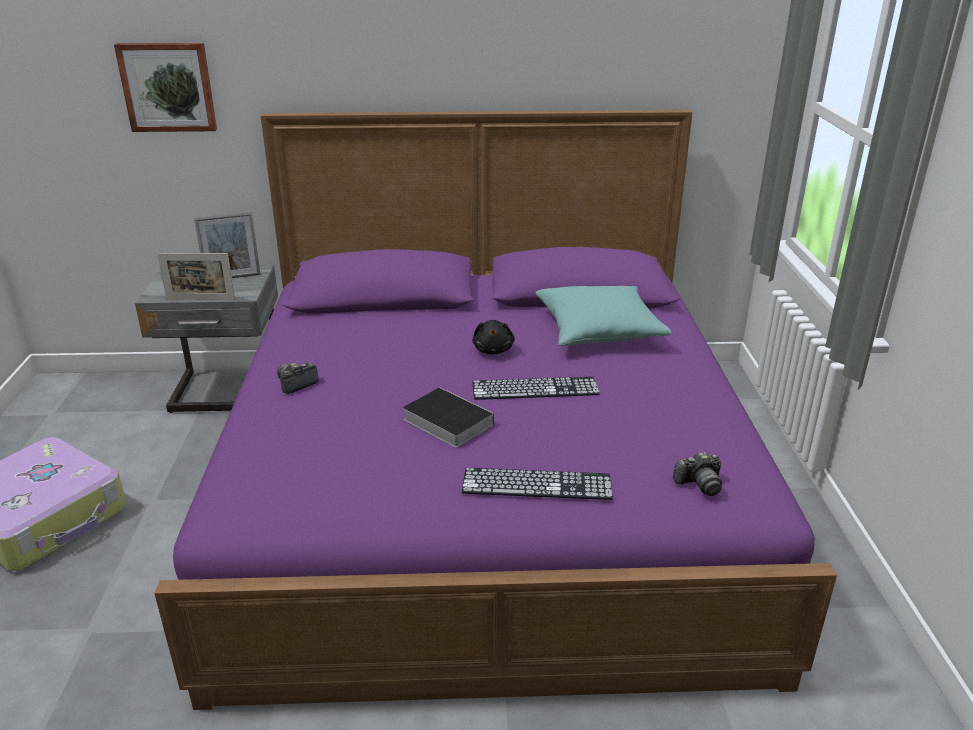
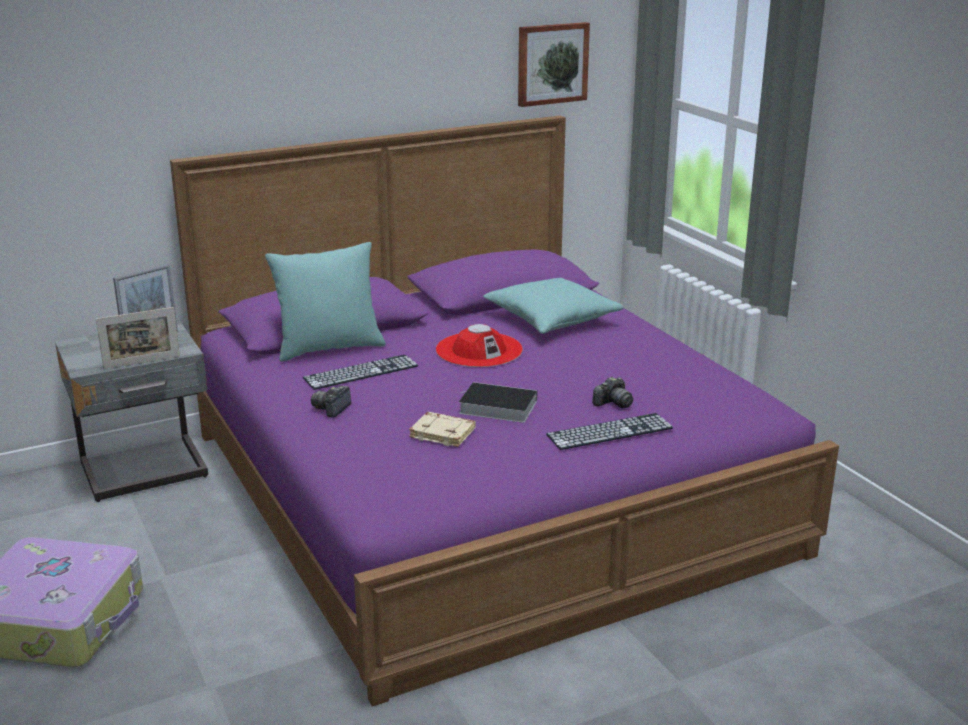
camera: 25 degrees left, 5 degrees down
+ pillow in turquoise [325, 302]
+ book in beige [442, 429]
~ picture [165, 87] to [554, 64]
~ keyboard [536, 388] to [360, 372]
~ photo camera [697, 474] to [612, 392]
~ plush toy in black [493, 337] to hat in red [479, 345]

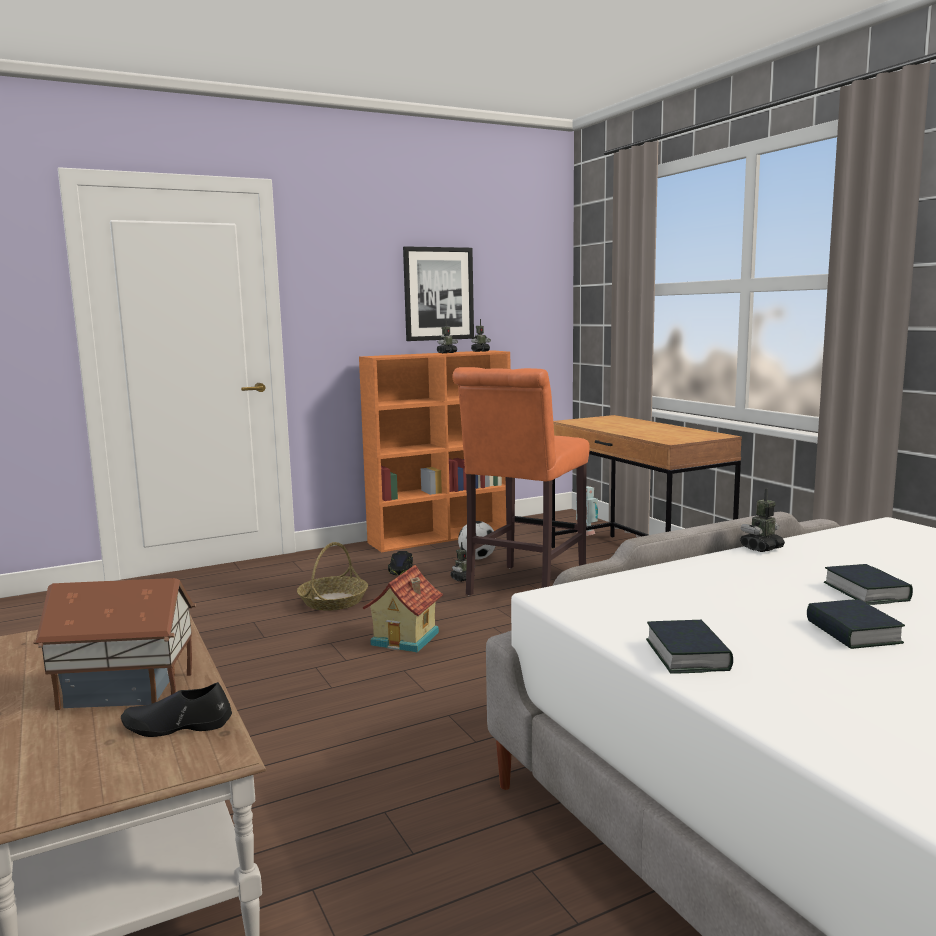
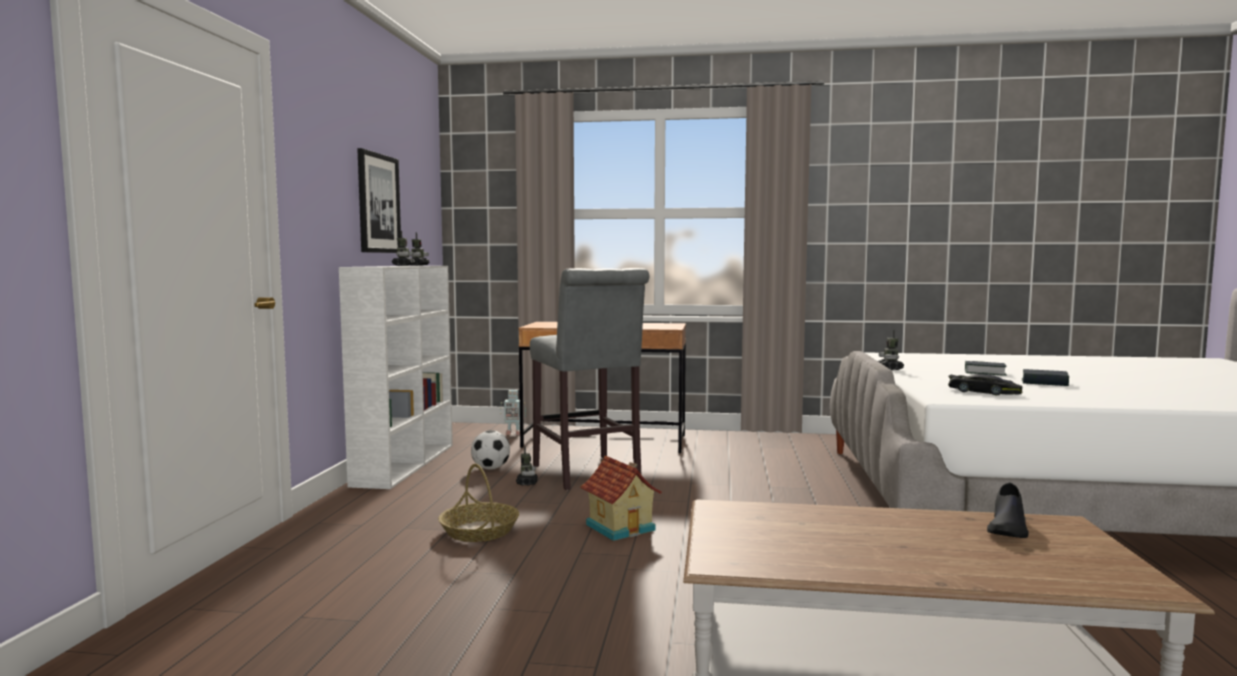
camera: 55 degrees left, 5 degrees down
- toy house [114, 644]
- book [689, 646]
~ toy car in black [400, 563] to [985, 385]
~ bookcase in orange [434, 451] to bookcase in white [396, 377]
~ stool in orange [520, 481] to stool in grey [589, 379]

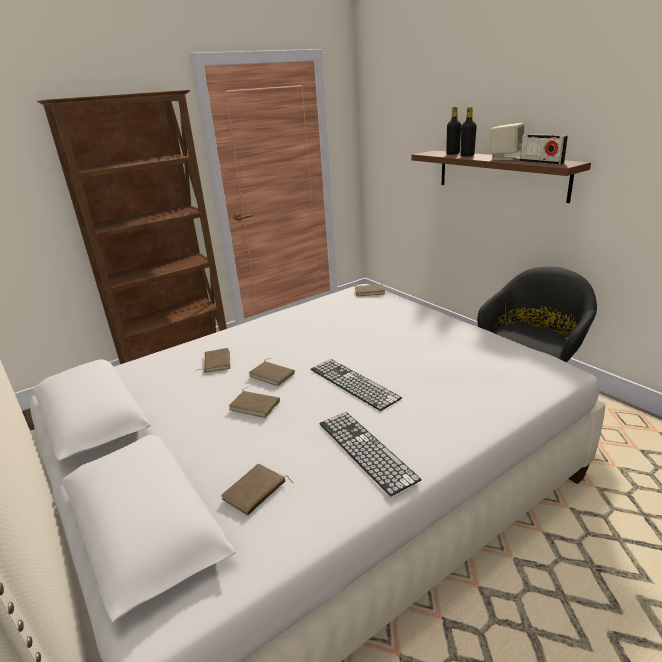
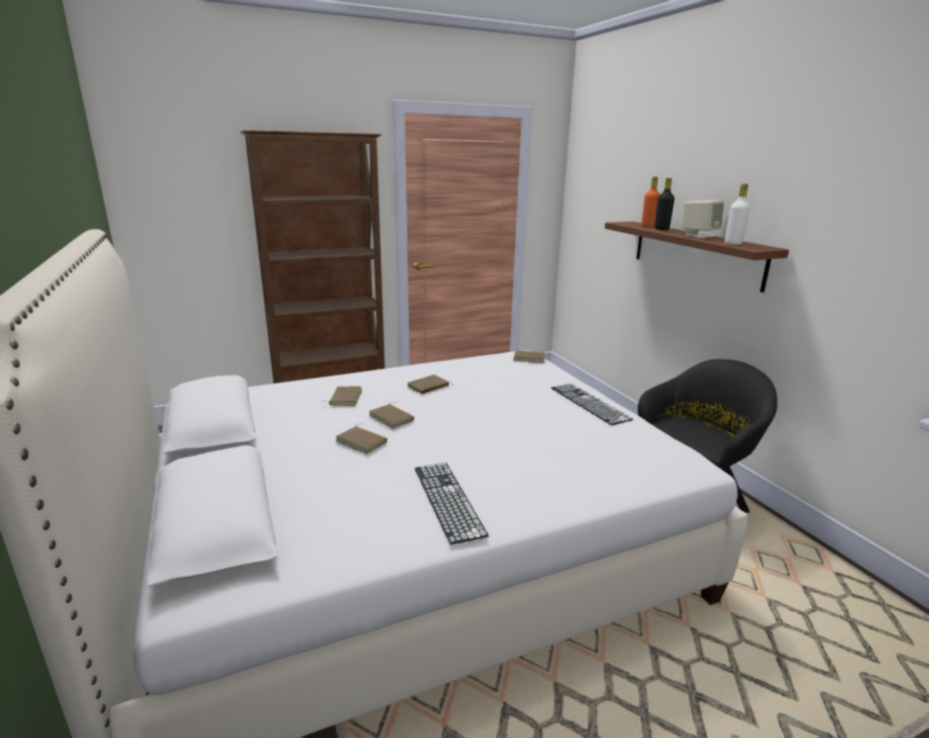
camera: 10 degrees right, 5 degrees down
~ book in brown [257, 490] to [430, 384]
~ keyboard [356, 385] to [592, 404]
~ radio [544, 149] to bottle in white [737, 214]
~ bottle in black [453, 131] to bottle in orange [651, 202]

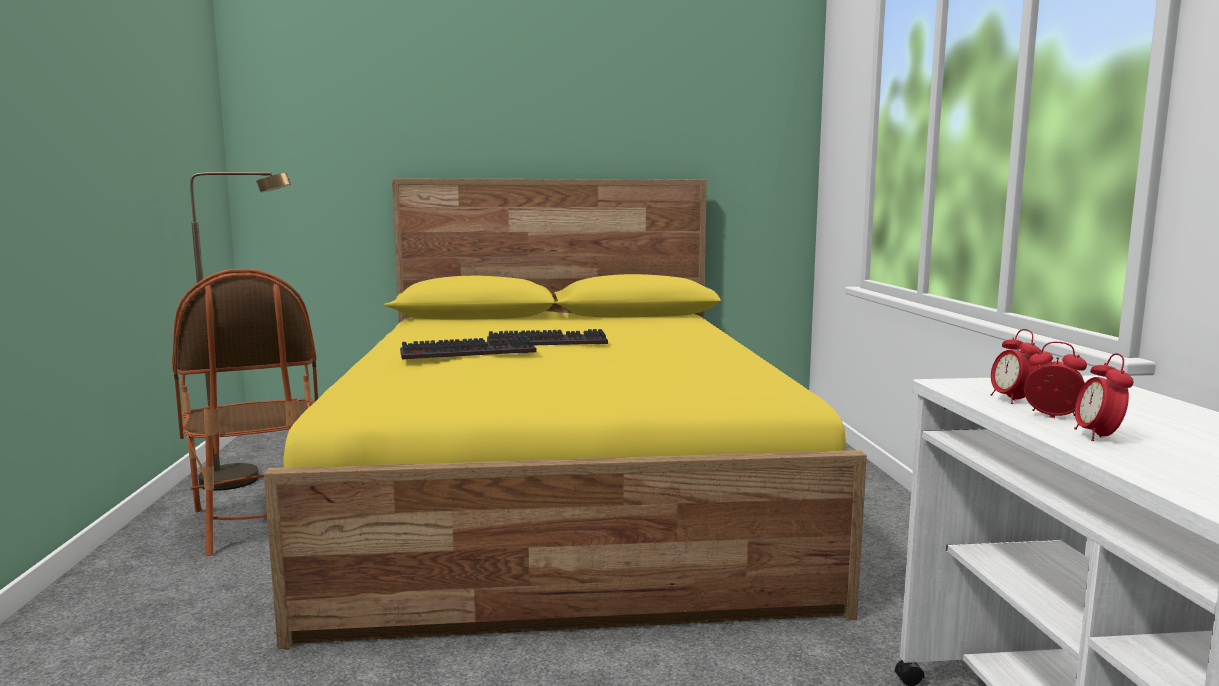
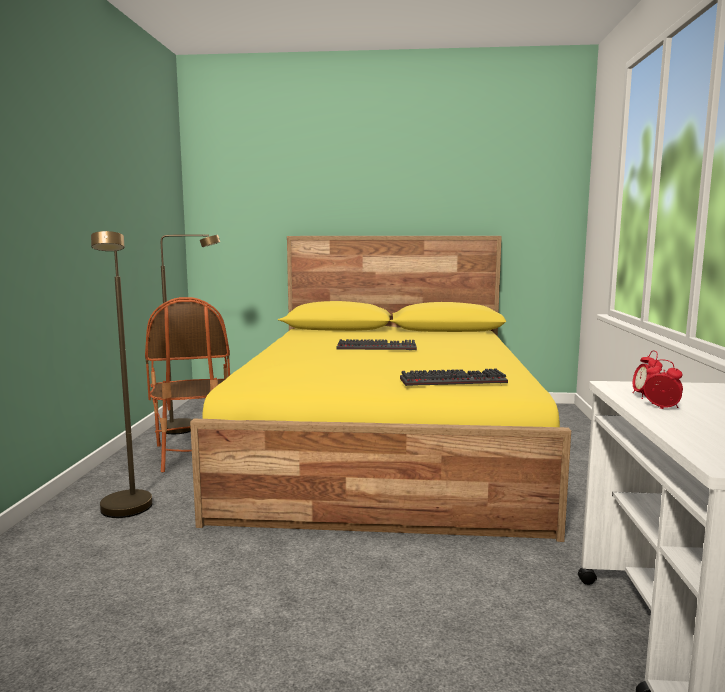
camera: 10 degrees right, 0 degrees up
- alarm clock [1104, 397]
+ floor lamp in brown [121, 374]
~ keyboard [468, 347] to [454, 377]

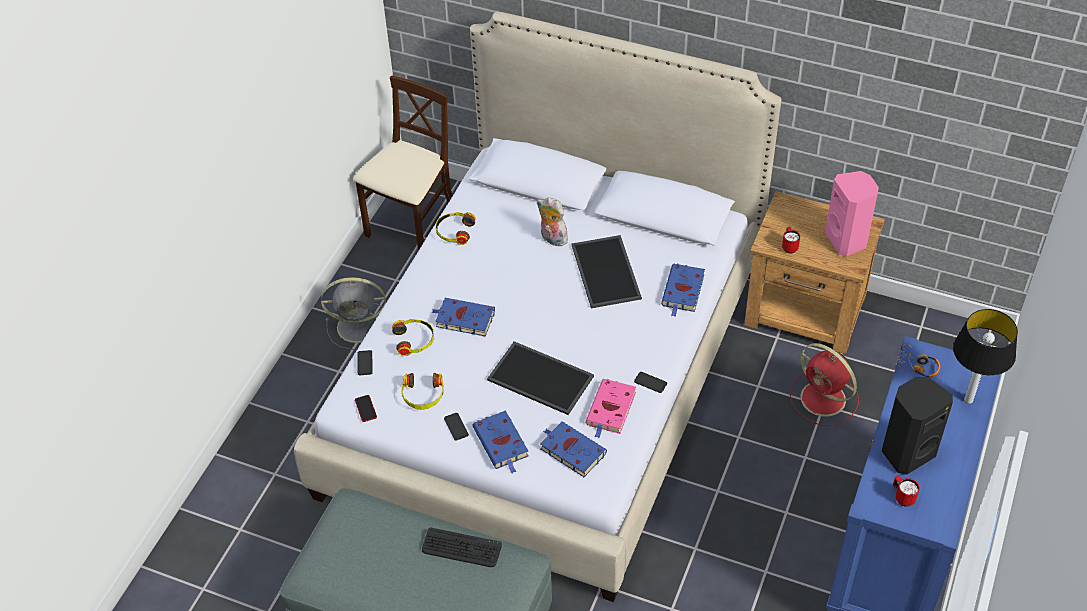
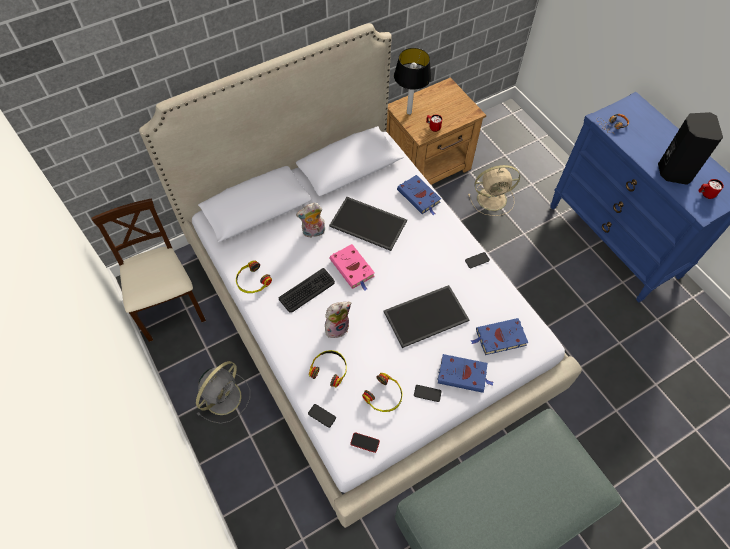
camera: 55 degrees left, 10 degrees up
- speaker in pink [852, 213]
~ keyboard [462, 547] to [307, 290]
~ book in pink [610, 408] to [352, 267]
~ table lamp [985, 356] to [412, 81]
~ book in blue [463, 317] to plush toy [338, 321]
~ fan in red [824, 384] to fan in beige [494, 190]

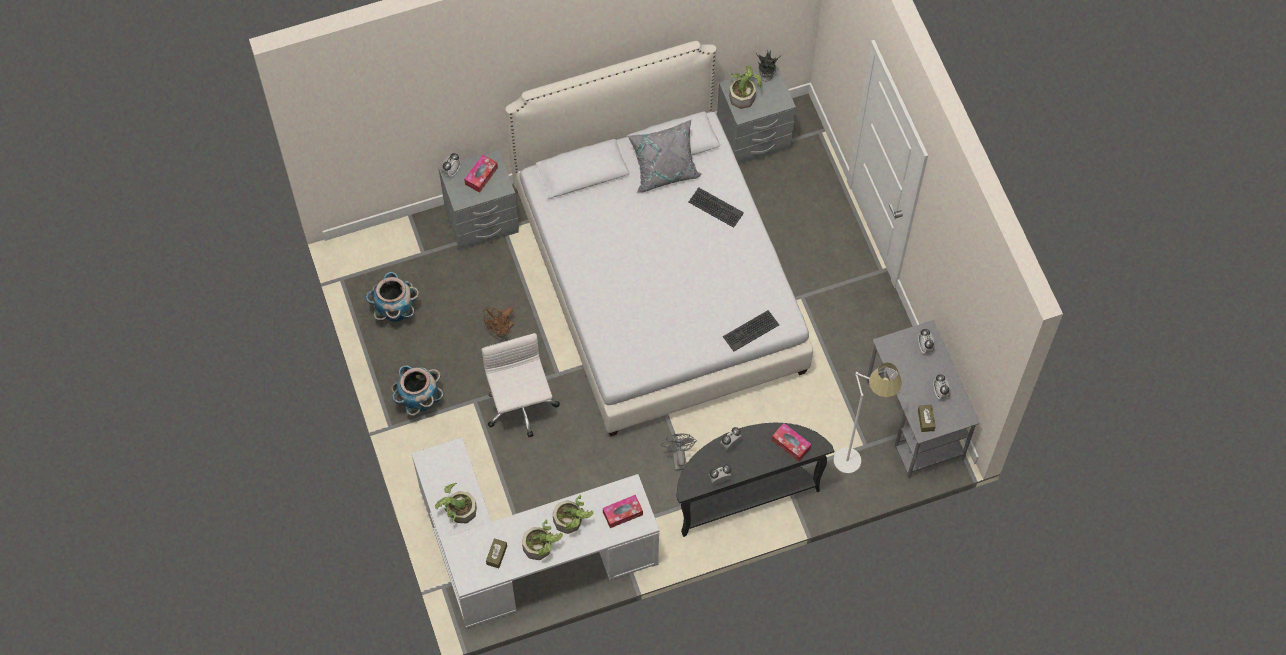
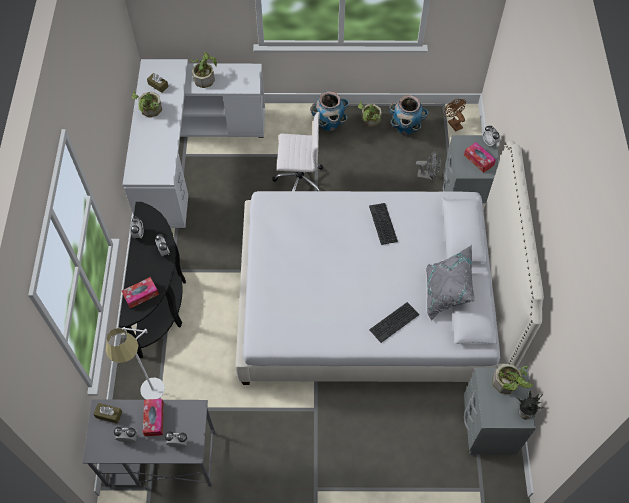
camera: 110 degrees right, 5 degrees down
~ fan in brown [498, 322] to [454, 115]
~ potted plant [573, 514] to [370, 114]
~ tissue box [623, 511] to [153, 417]
~ fan in grey [679, 452] to [428, 165]
~ keyboard [751, 330] to [383, 224]

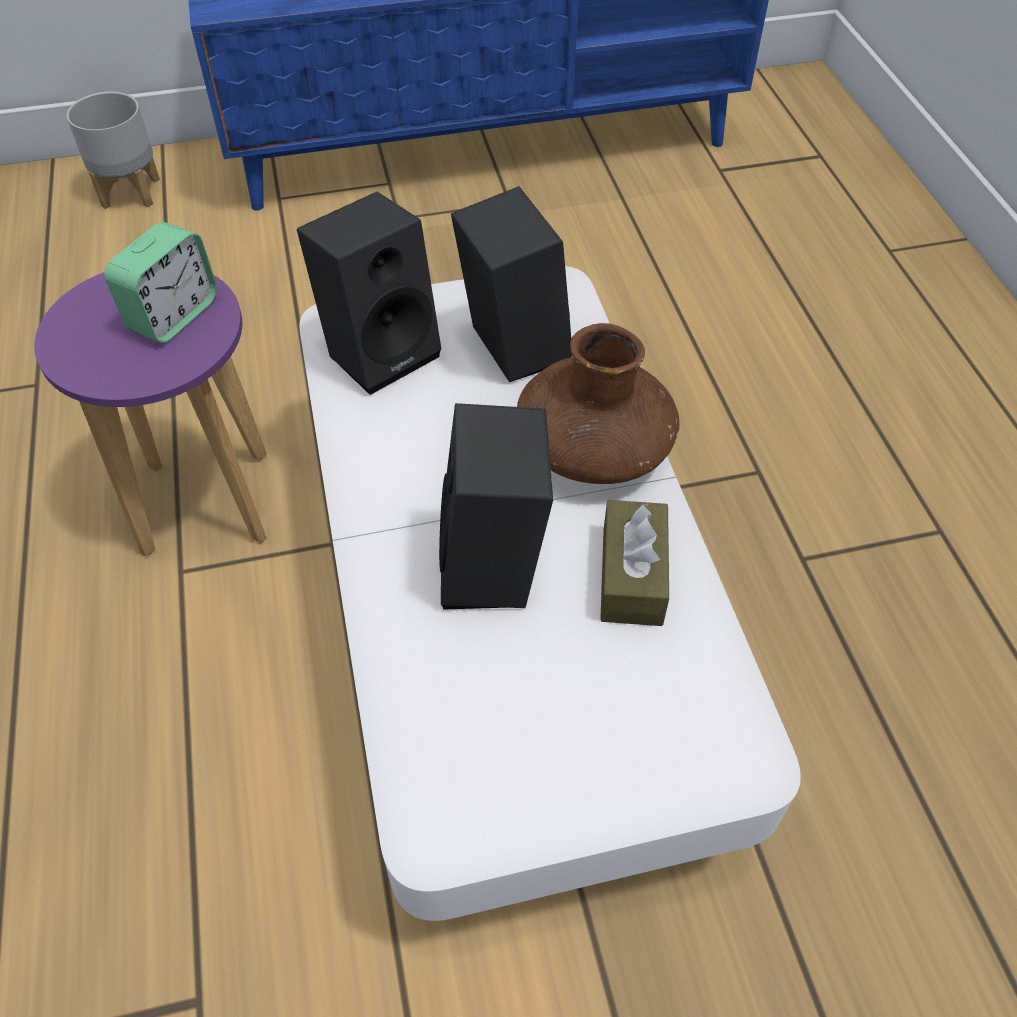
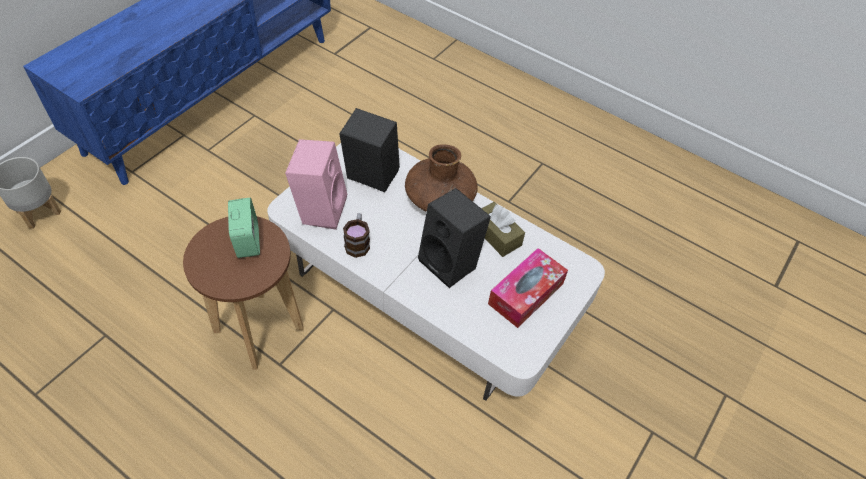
camera: 45 degrees left, 0 degrees up
+ mug [356, 235]
+ tissue box [528, 288]
~ stool in purple [150, 414] to stool in brown [243, 293]
~ speaker in black [369, 293] to speaker in pink [316, 184]

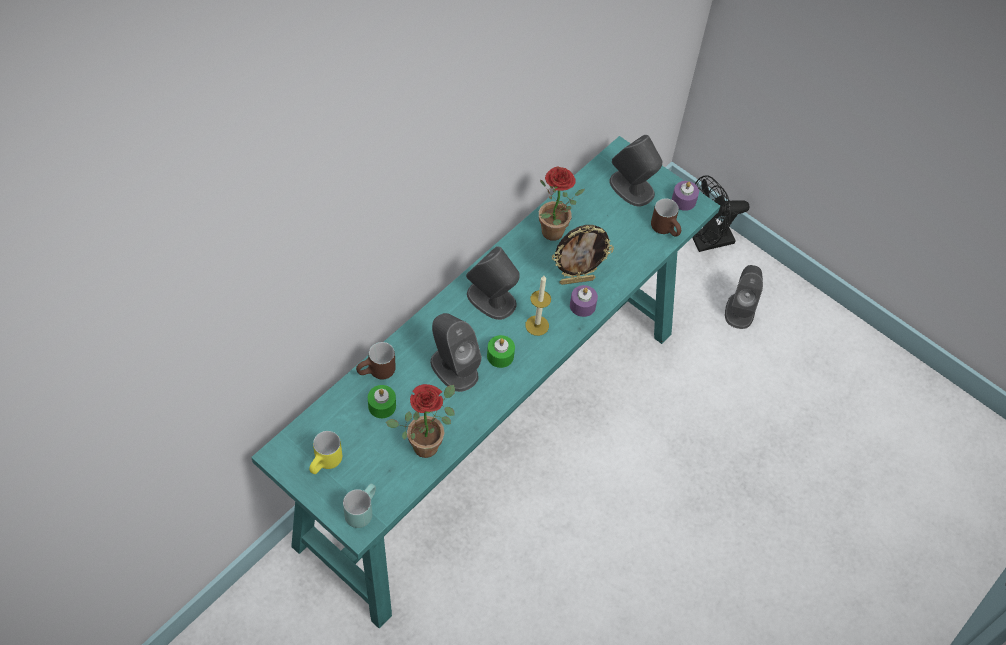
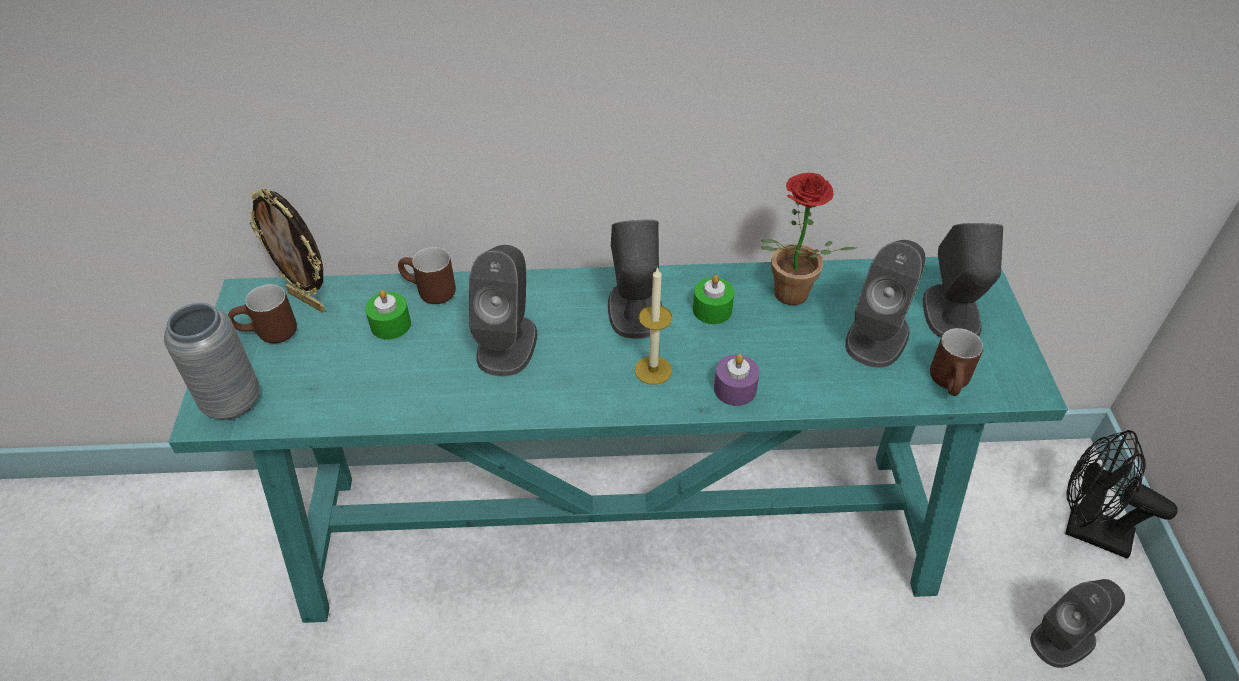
camera: 50 degrees right, 10 degrees down
- potted plant [420, 421]
- candle in purple [685, 196]
+ speaker in grey [885, 304]
~ candle in green [501, 351] to [713, 299]
~ picture frame [583, 255] to [287, 250]
~ mug in turquoise [359, 506] to vase in grey [212, 361]
~ mug in yellow [325, 452] to mug in brown [262, 313]

